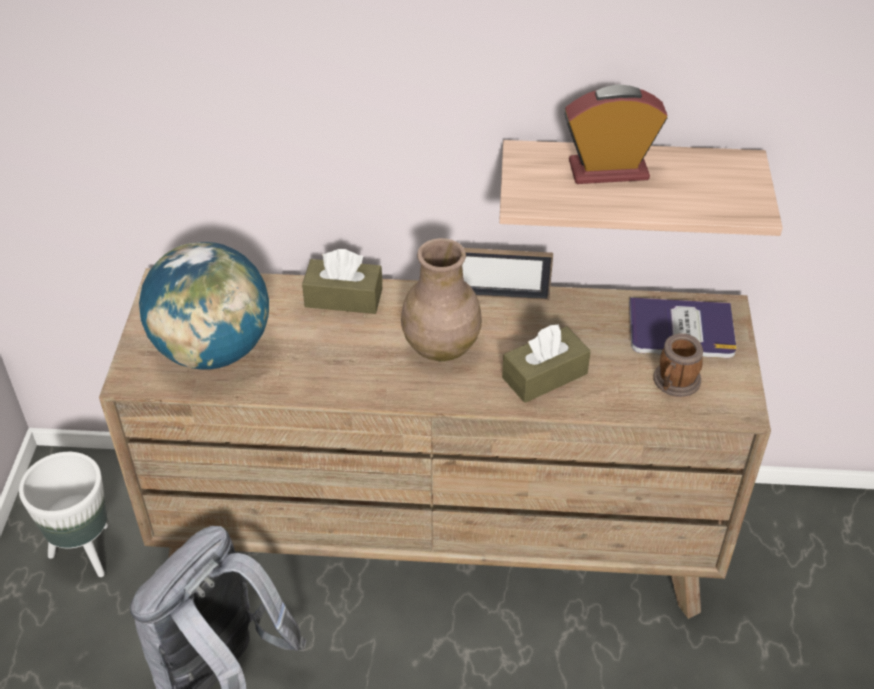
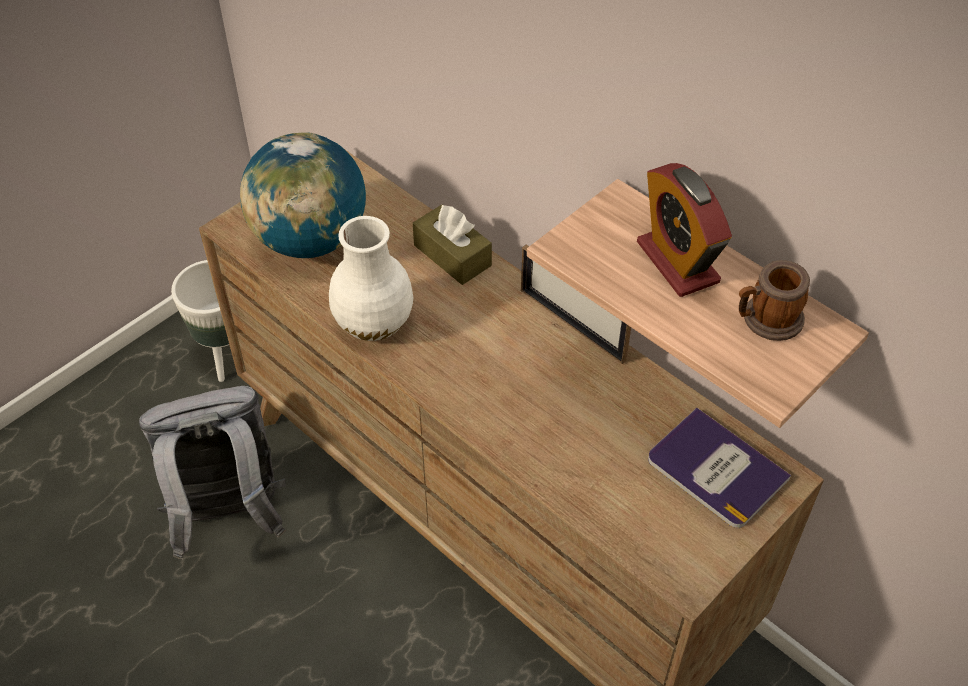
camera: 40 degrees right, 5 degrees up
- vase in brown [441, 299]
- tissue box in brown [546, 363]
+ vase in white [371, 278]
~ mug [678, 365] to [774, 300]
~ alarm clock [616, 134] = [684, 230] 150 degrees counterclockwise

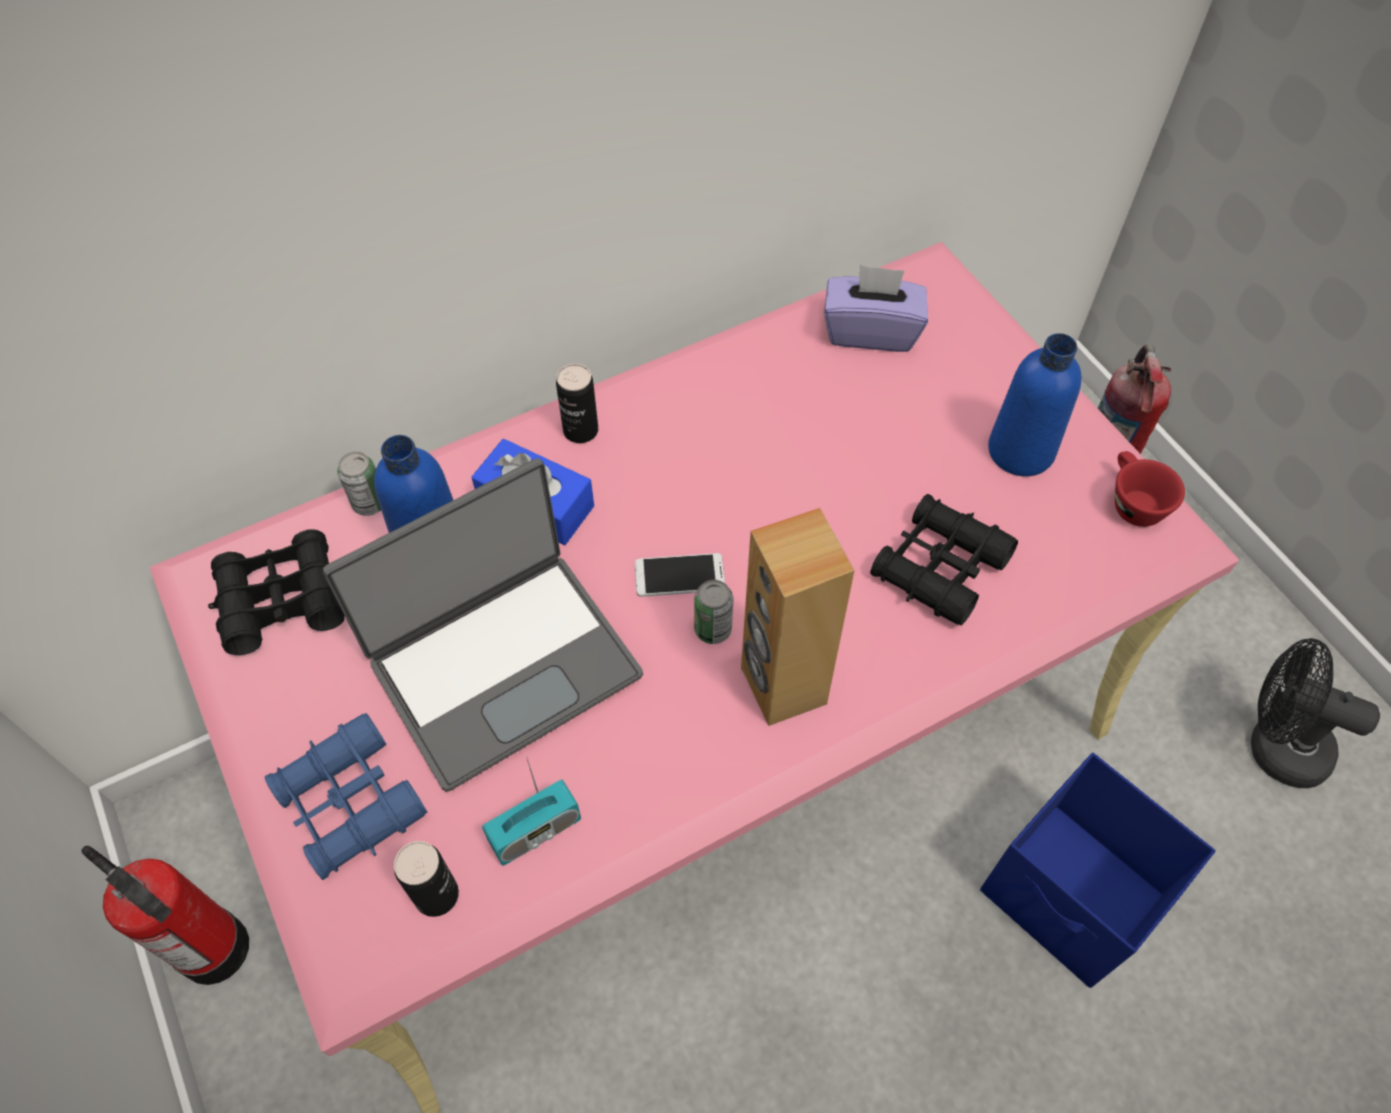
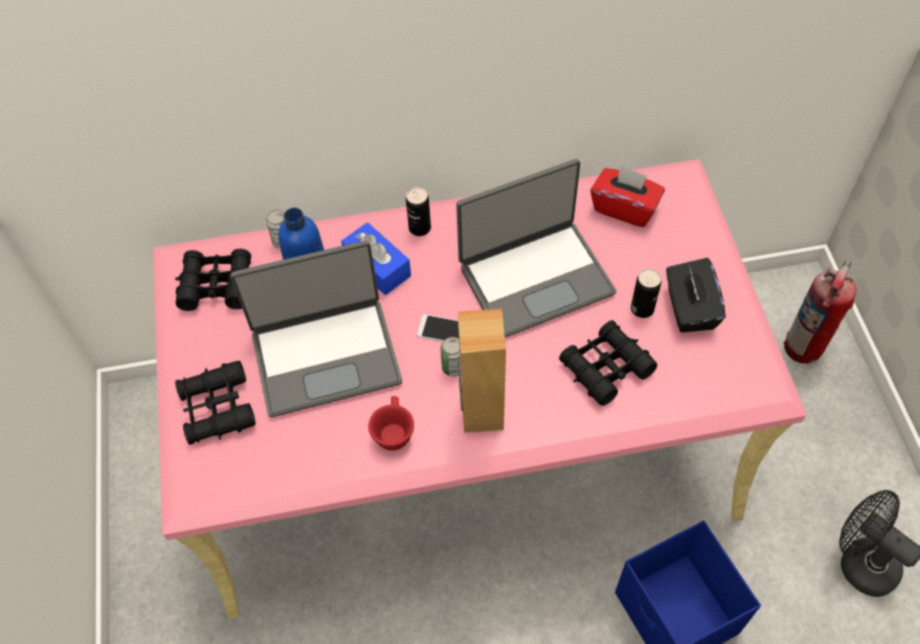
camera: 20 degrees right, 0 degrees up
- fire extinguisher [165, 915]
- radio [531, 811]
+ laptop [536, 248]
~ can [426, 879] to [646, 293]
~ cup in red [1150, 489] to [391, 423]
~ bottle in blue [1035, 405] to tissue box in black [696, 295]
~ binoculars in blue [346, 796] to binoculars in black [215, 403]
~ tissue box in purple [876, 308] to tissue box in red [627, 196]

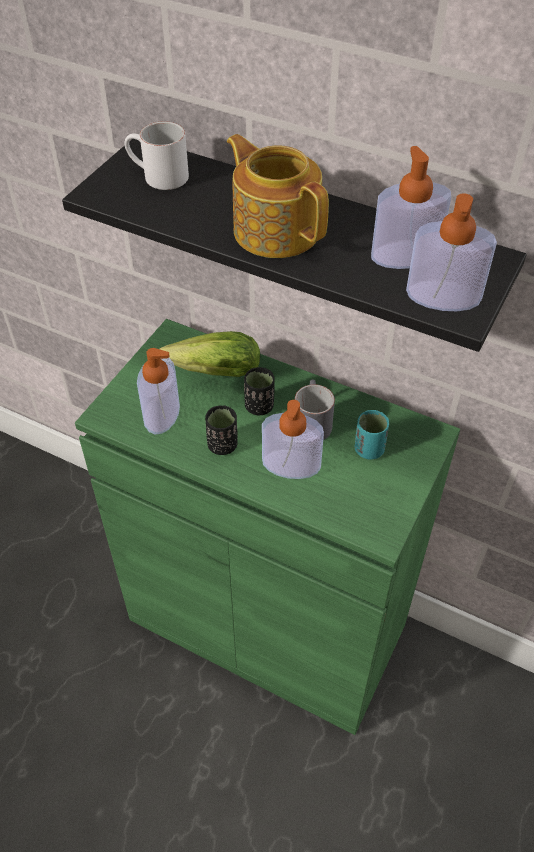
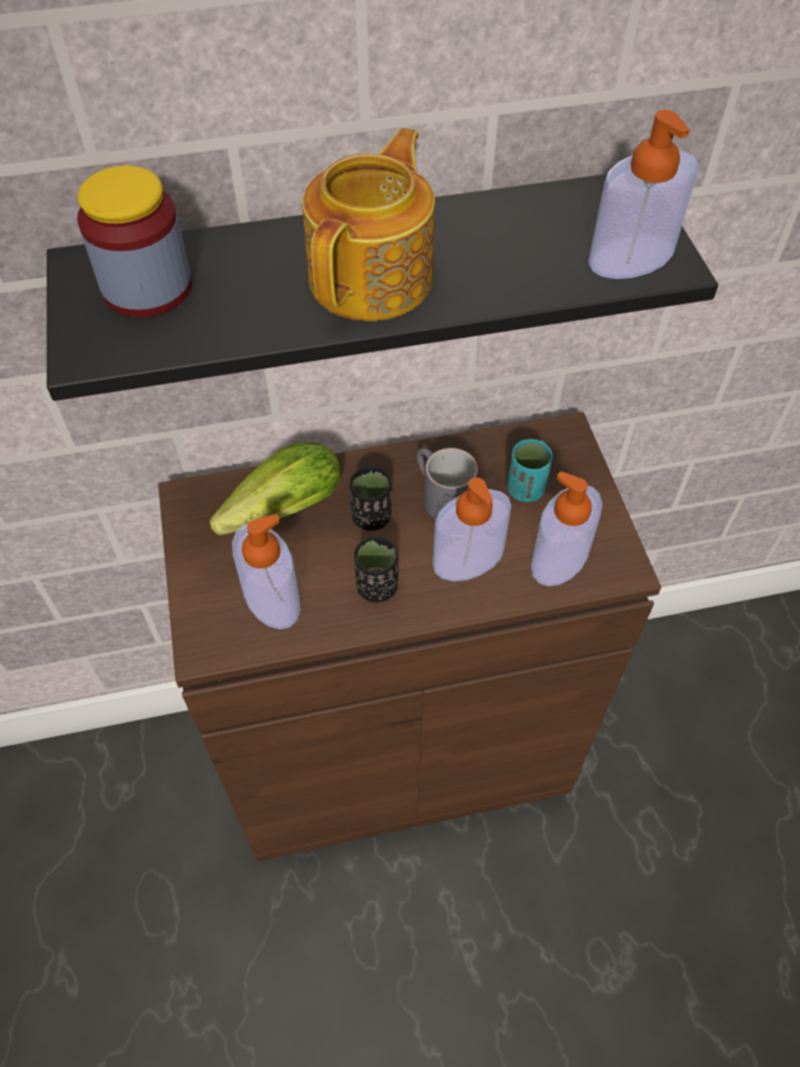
camera: 40 degrees left, 5 degrees up
~ soap dispenser [411, 207] to [567, 528]
~ mug in white [156, 155] to jar [134, 241]
~ cabinet in green [267, 527] to cabinet in brown [409, 637]
~ teapot [278, 196] = [368, 224] 105 degrees clockwise

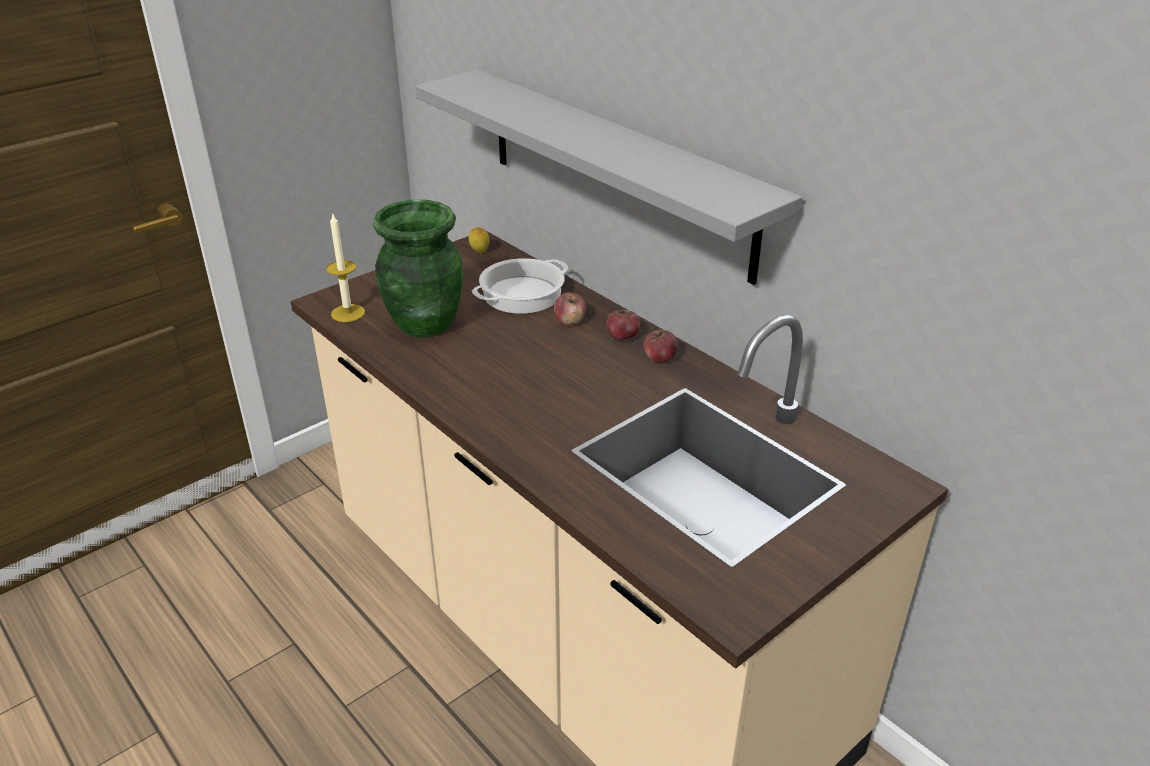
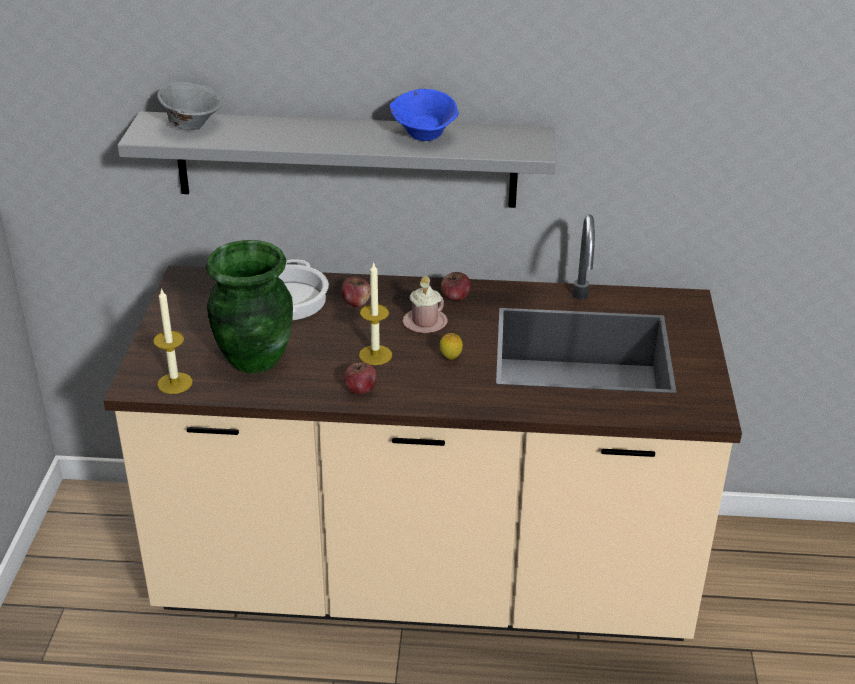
camera: 45 degrees left, 0 degrees up
+ bowl in grey [189, 106]
+ candle [375, 313]
+ bowl in blue [424, 115]
+ mug in pink [425, 304]
~ lemon [479, 240] to [451, 346]
~ apple [623, 323] to [360, 378]

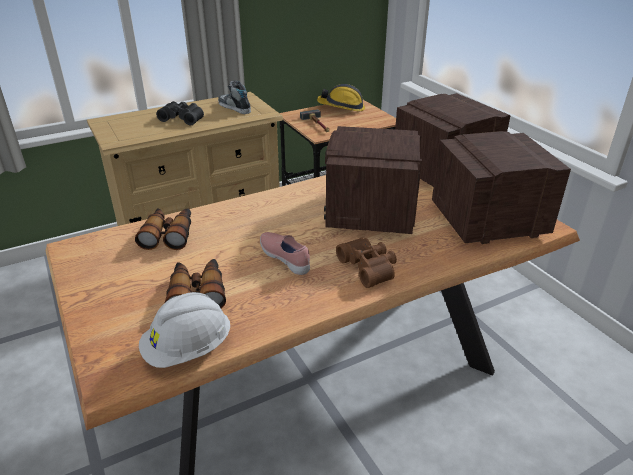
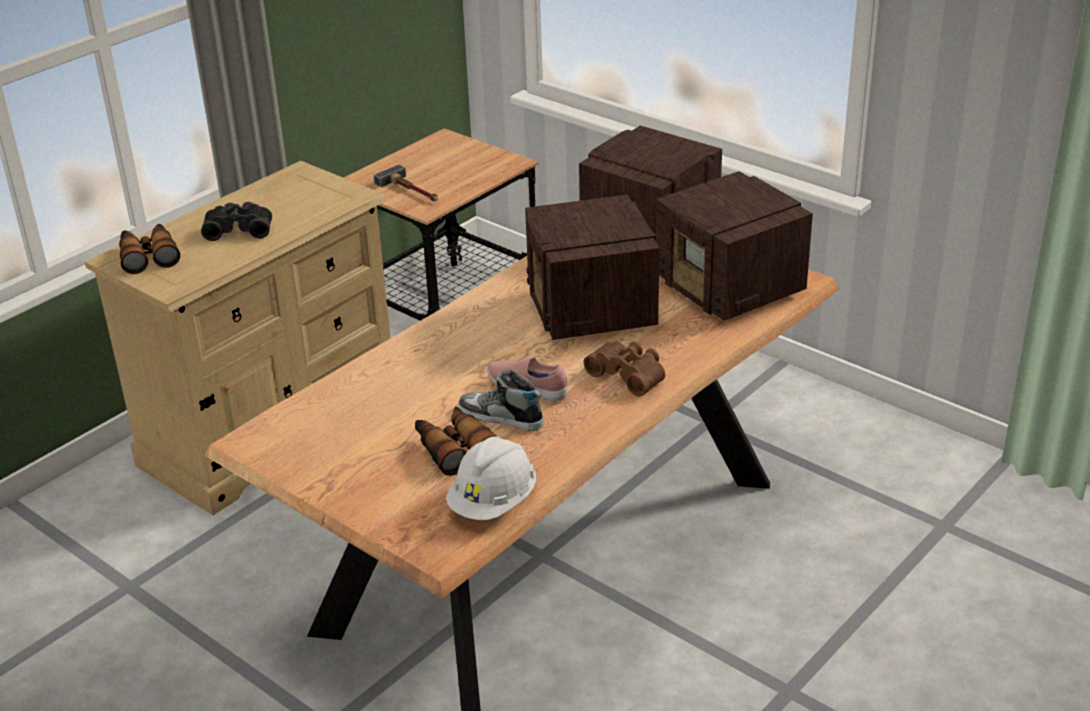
camera: 20 degrees left, 0 degrees up
- hard hat [341, 97]
~ binoculars [163, 229] to [149, 249]
~ shoe [234, 97] to [501, 400]
~ radio [501, 187] = [734, 246] 90 degrees counterclockwise

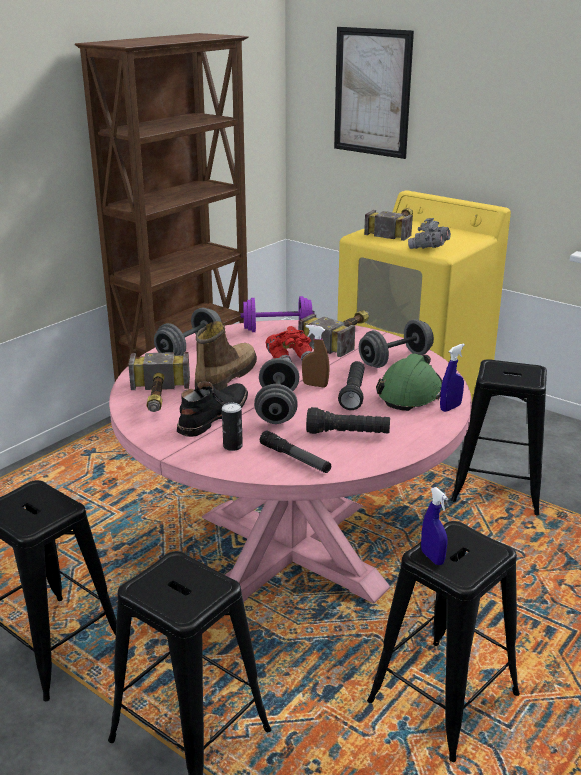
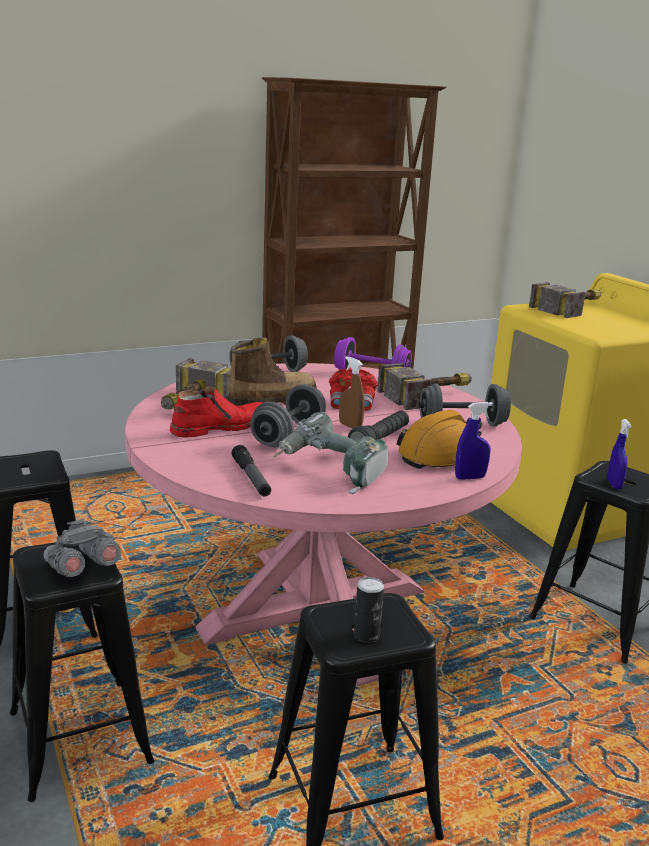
camera: 25 degrees right, 5 degrees down
- picture [374, 93]
~ can [232, 427] to [369, 610]
~ binoculars in grey [429, 233] to [82, 548]
~ spray bottle in blue [434, 526] to [619, 454]
~ flashlight in black [348, 420] to power drill [330, 453]
~ boot in black [212, 409] to boot in red [216, 412]
~ hard hat in green [409, 382] to hard hat in orange [439, 439]

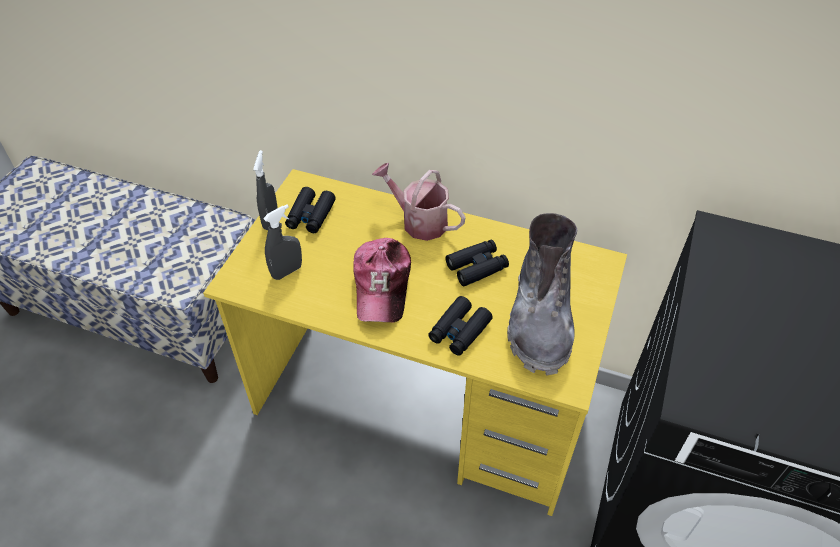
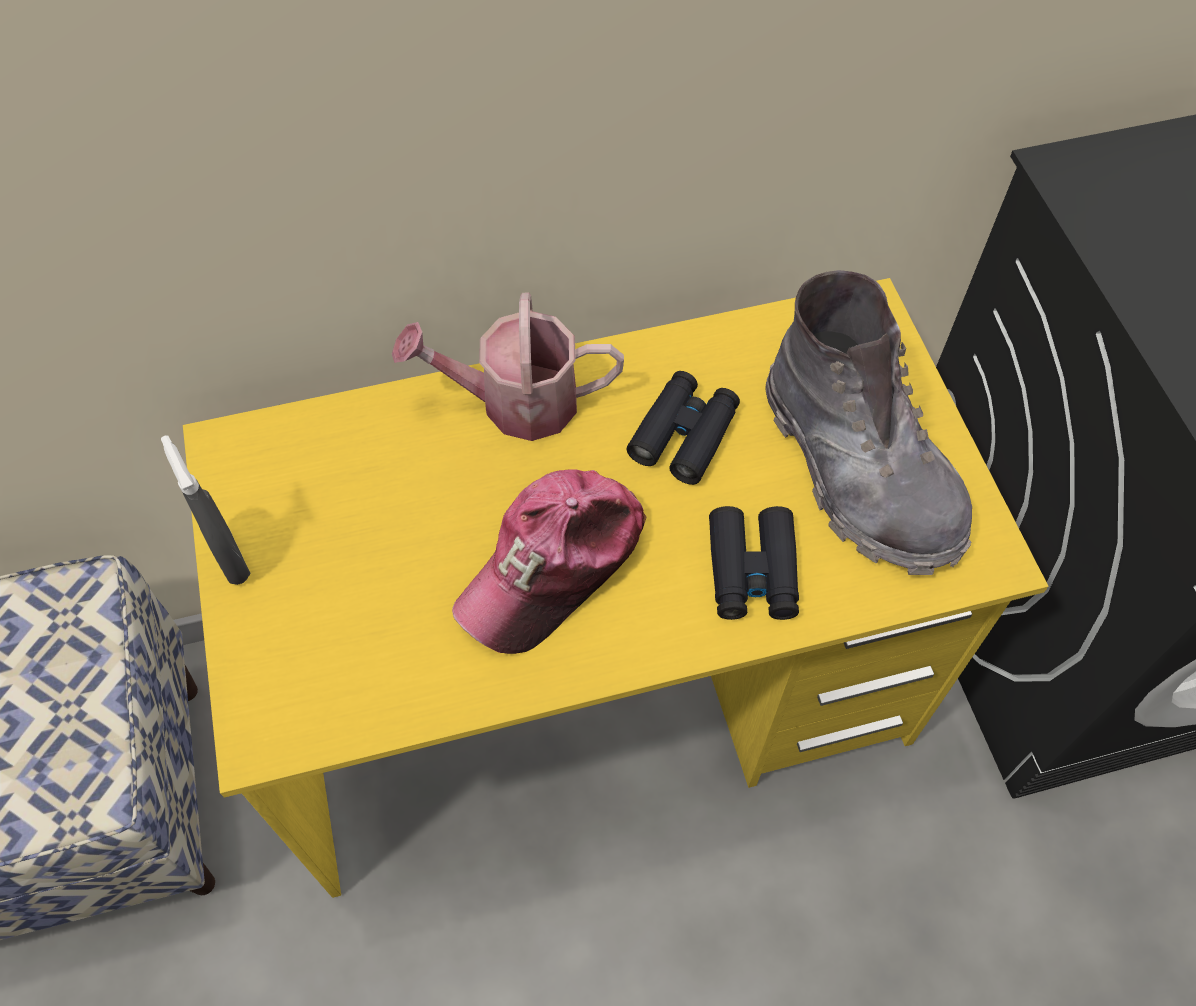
camera: 35 degrees left, 10 degrees up
- spray bottle in grey [282, 242]
- binoculars in black [310, 210]
~ cap [382, 280] = [549, 561] 75 degrees clockwise

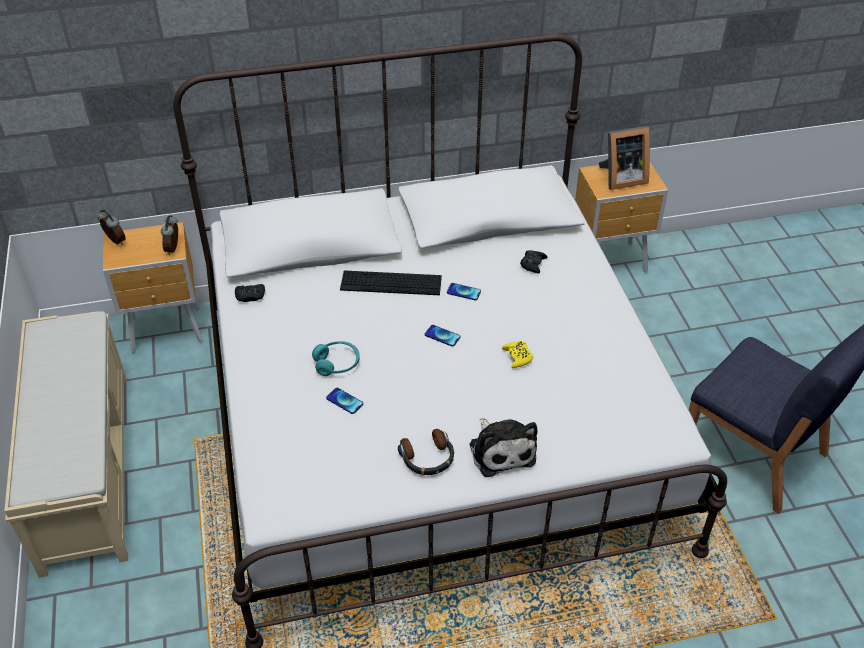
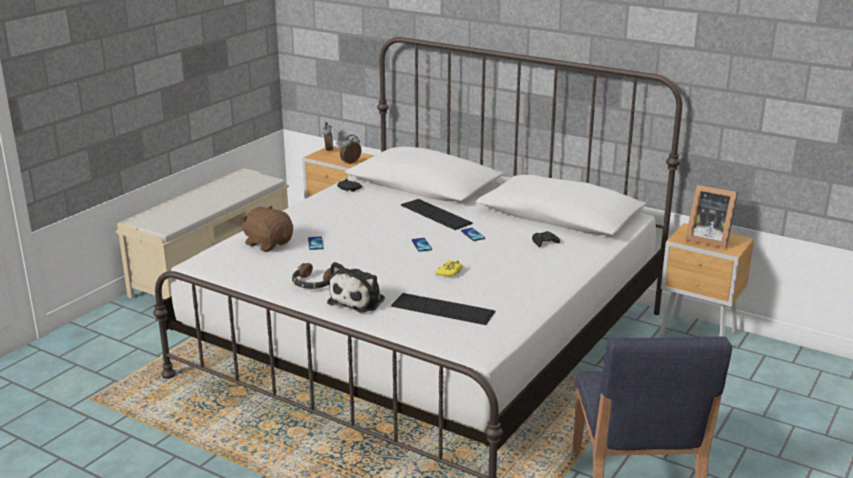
camera: 45 degrees right, 20 degrees down
- headphones in turquoise [336, 358]
+ plush toy in brown [266, 229]
+ keyboard [443, 309]

